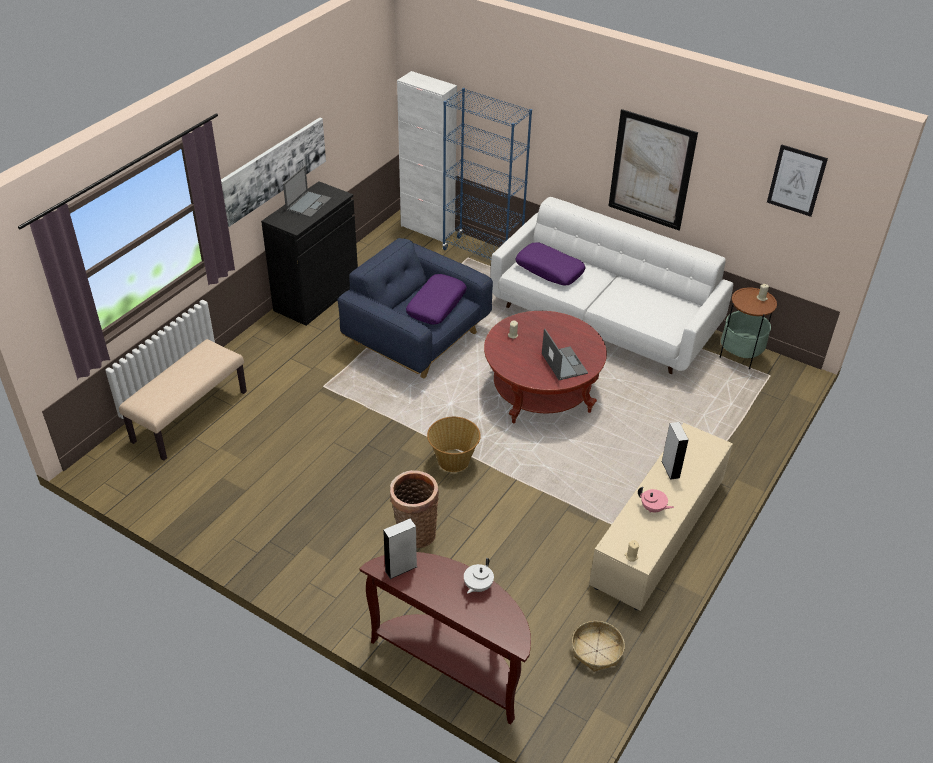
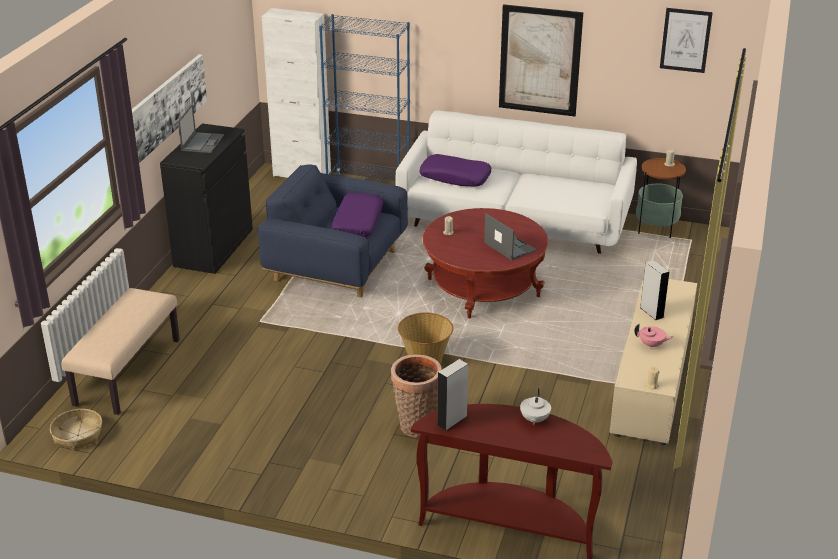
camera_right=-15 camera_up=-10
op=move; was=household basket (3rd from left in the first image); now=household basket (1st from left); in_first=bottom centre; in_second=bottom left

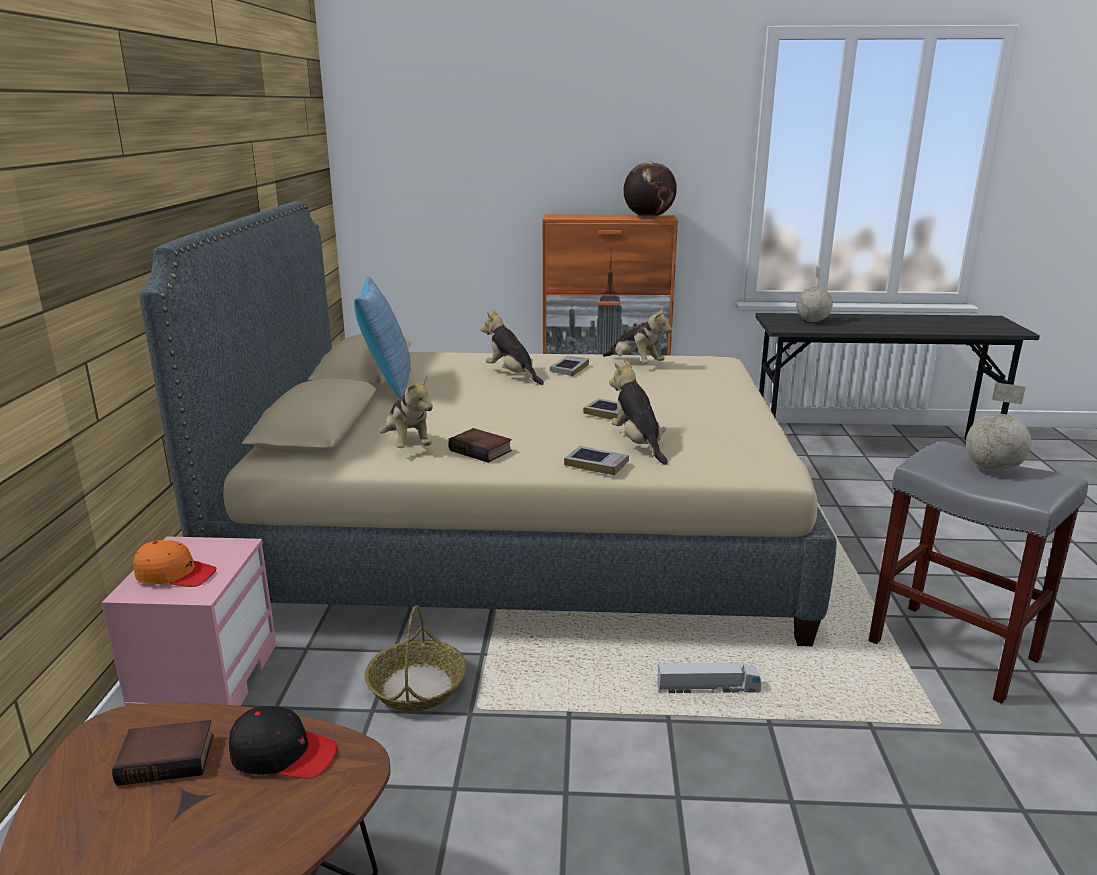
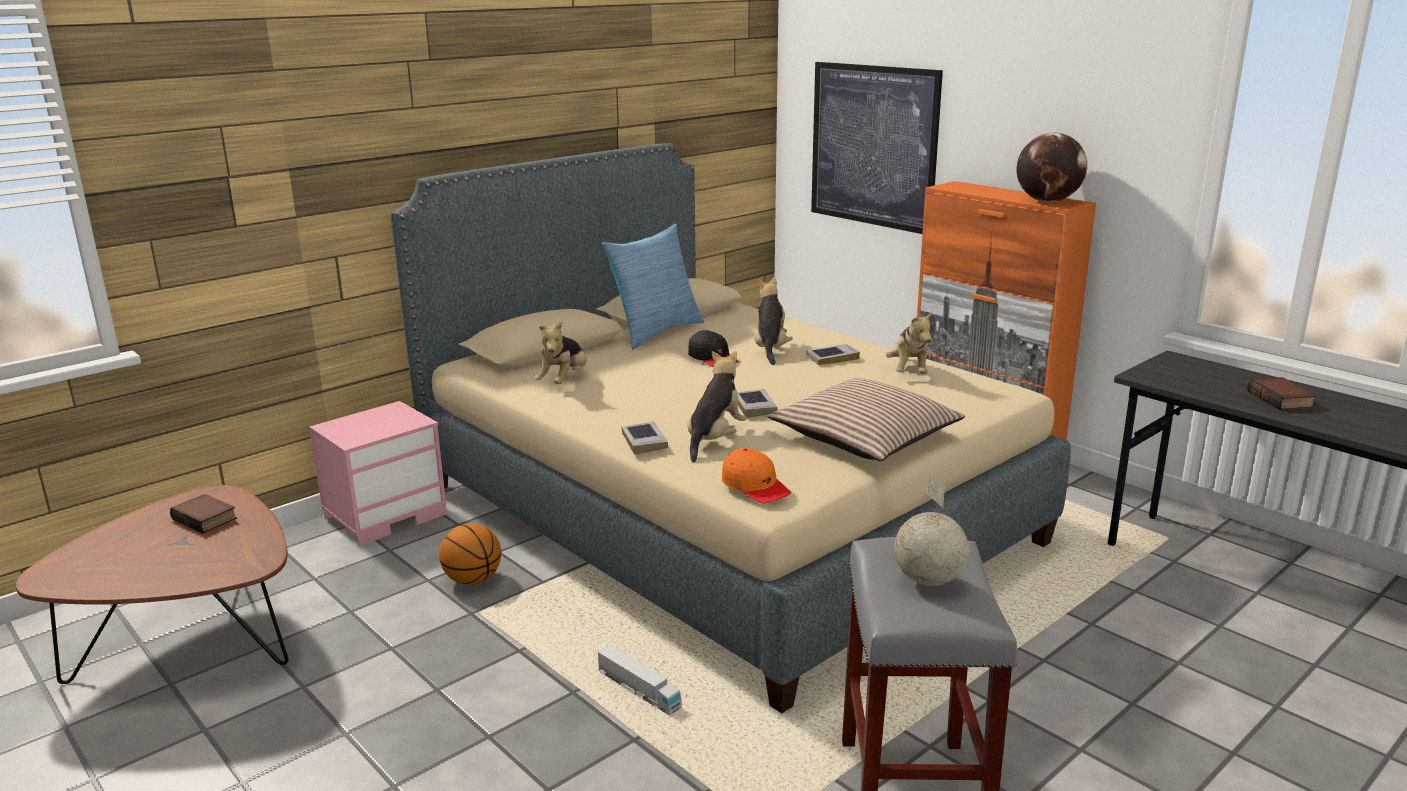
camera_right=45 camera_up=0
op=delete; was=globe (2nd from left); in_first=middle right
op=insert; now=cushion (2nd from left); in_second=centre
op=insert; now=wall art; in_second=top centre
op=move; was=orange-coloured cap; in_first=middle left; in_second=centre
op=move; was=black-coloured cap; in_first=bottom left; in_second=centre
op=move; was=bound book (2nd from left in the first image); now=bound book (5th from left); in_first=centre; in_second=middle right
op=replace; was=household basket; now=basketball; in_first=bottom centre; in_second=bottom centre

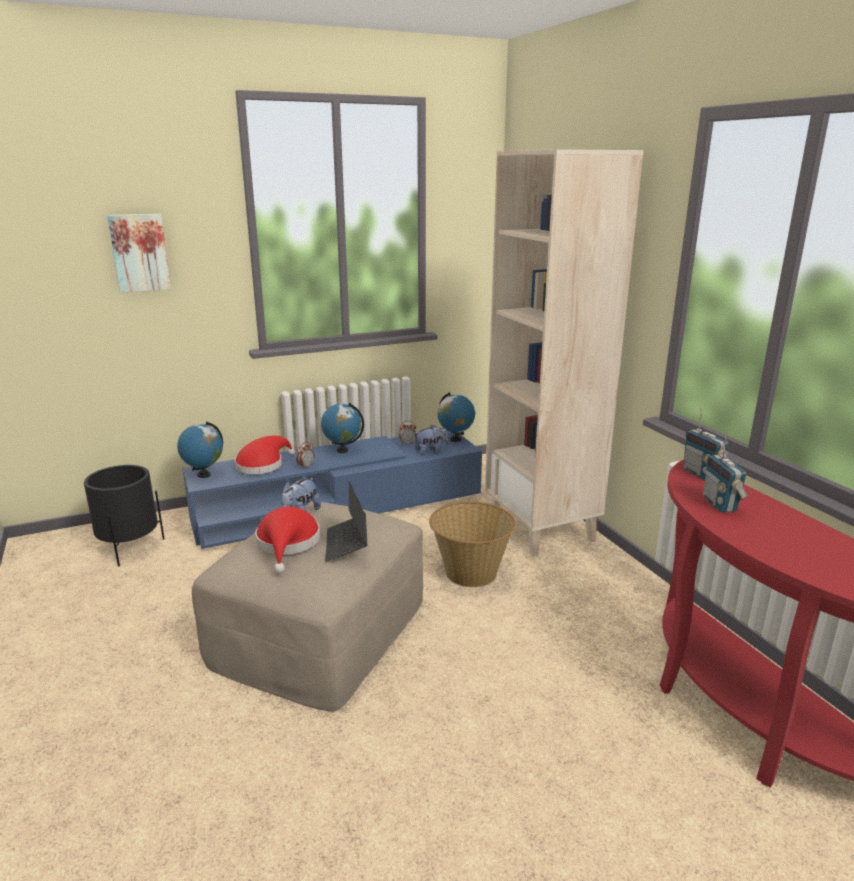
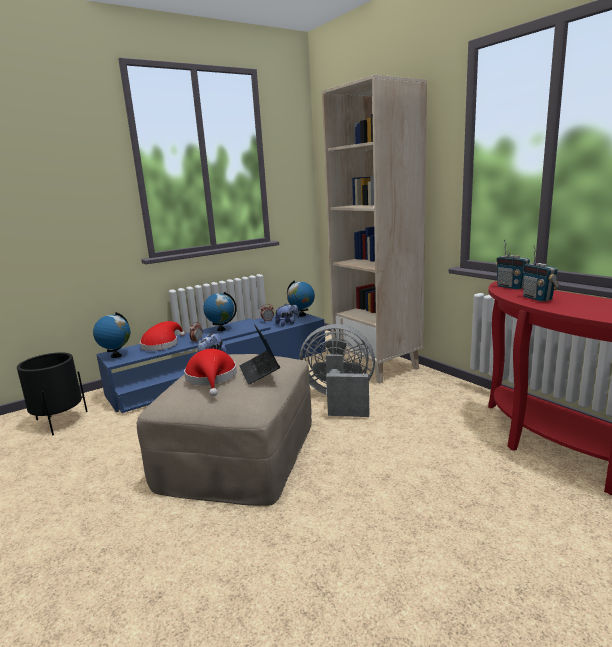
camera_right=-10 camera_up=-5
op=delete; was=wall art; in_first=top left
op=replace; was=household basket; now=greyish fan; in_first=centre; in_second=centre

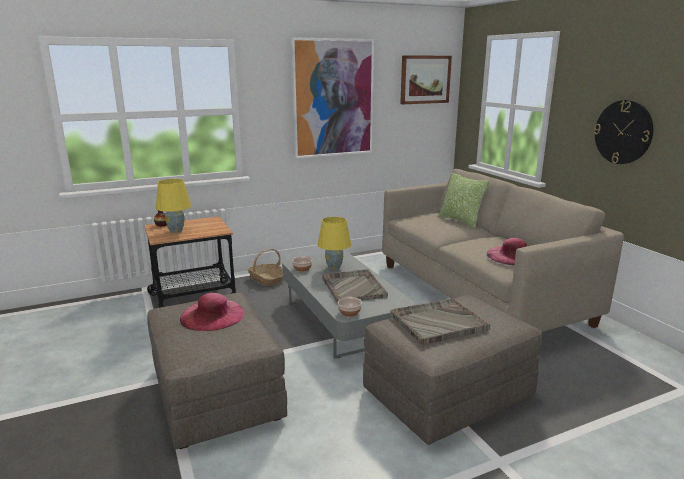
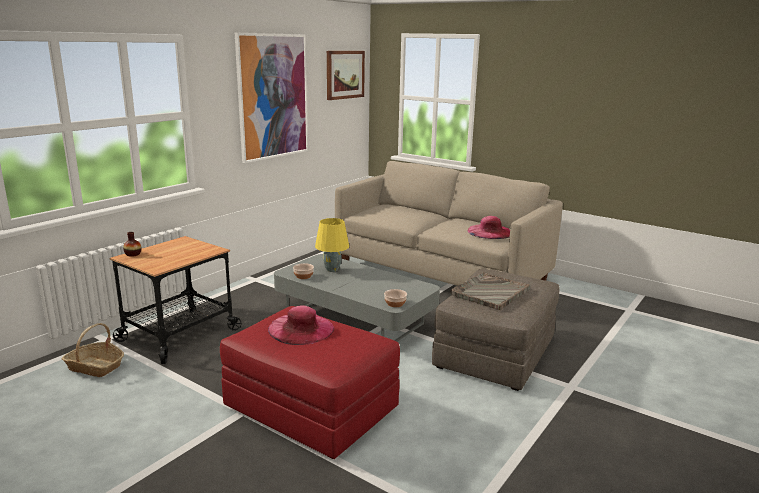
camera_right=-30 camera_up=0
op=delete; was=yellow-coloured lamp for a table (1st from left); in_first=middle left
op=delete; was=greyish tray (1st from left); in_first=centre
op=delete; was=cushion; in_first=middle right
op=delete; was=hanging clock; in_first=top right
op=move; was=household basket; in_first=centre; in_second=bottom left
op=recolor; was=greyish footrest (1st from left); now=red footrest; in_first=bottom left; in_second=bottom centre

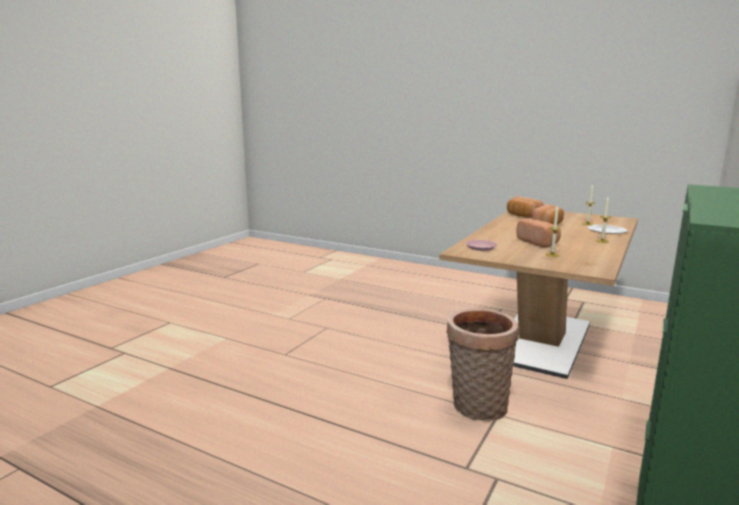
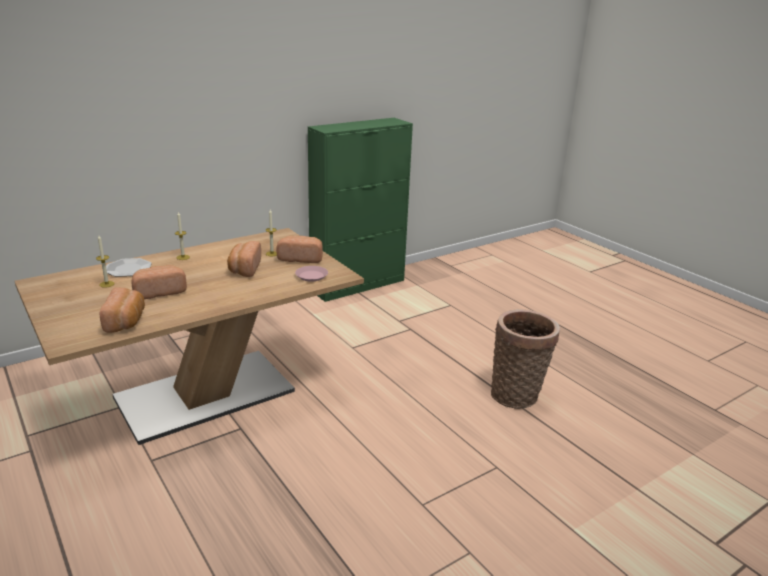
camera_right=-155 camera_up=10
op=insert; now=bakery bread (4th from left); in_second=centre
op=move; was=household basket; in_first=bottom centre; in_second=middle right

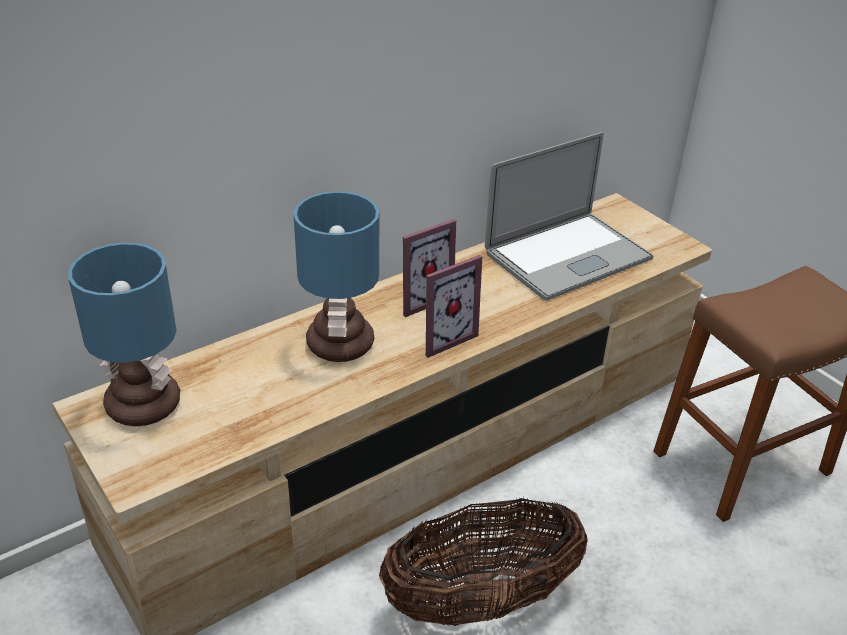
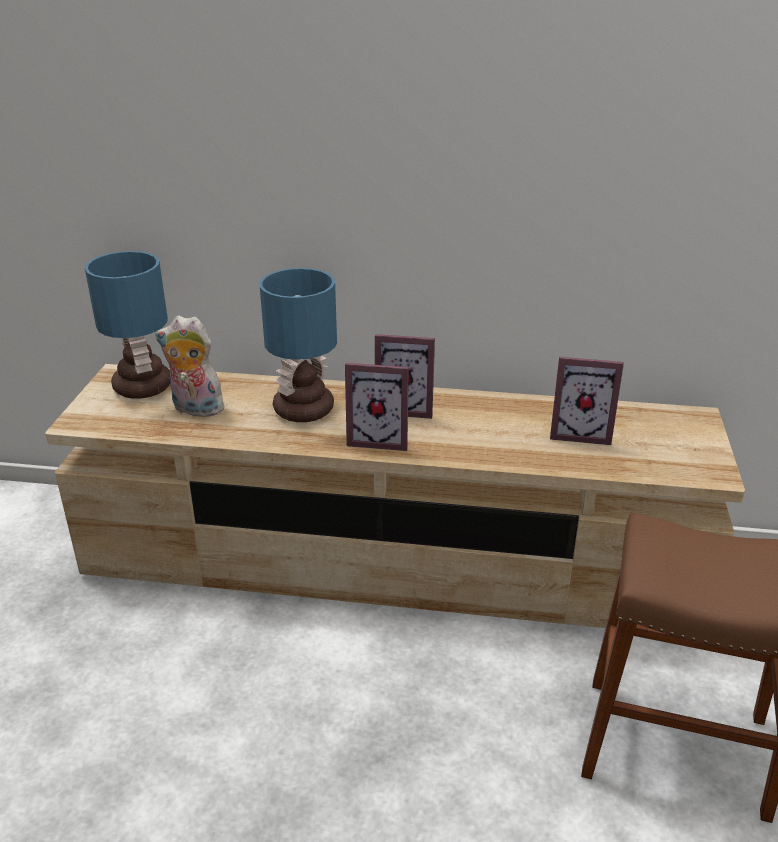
camera_right=45 camera_up=-5
op=delete; was=household basket; in_first=bottom centre
op=insert; now=cuddly toy; in_second=middle left
op=replace; was=notebook computer; now=standing frame (3rd from left); in_first=middle right; in_second=middle right

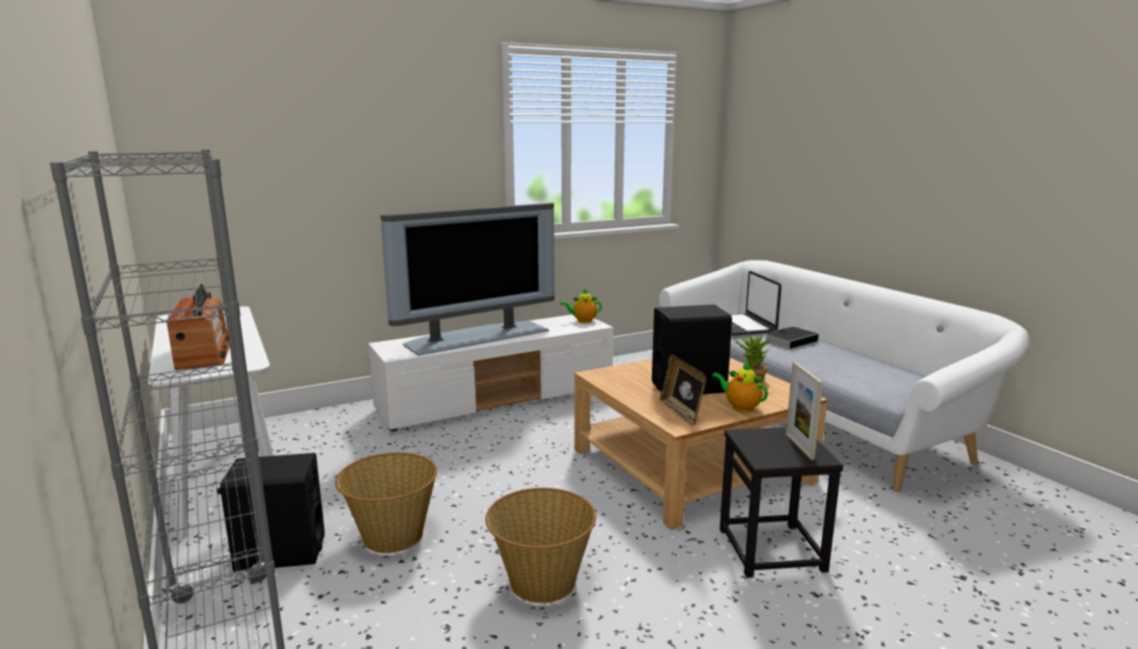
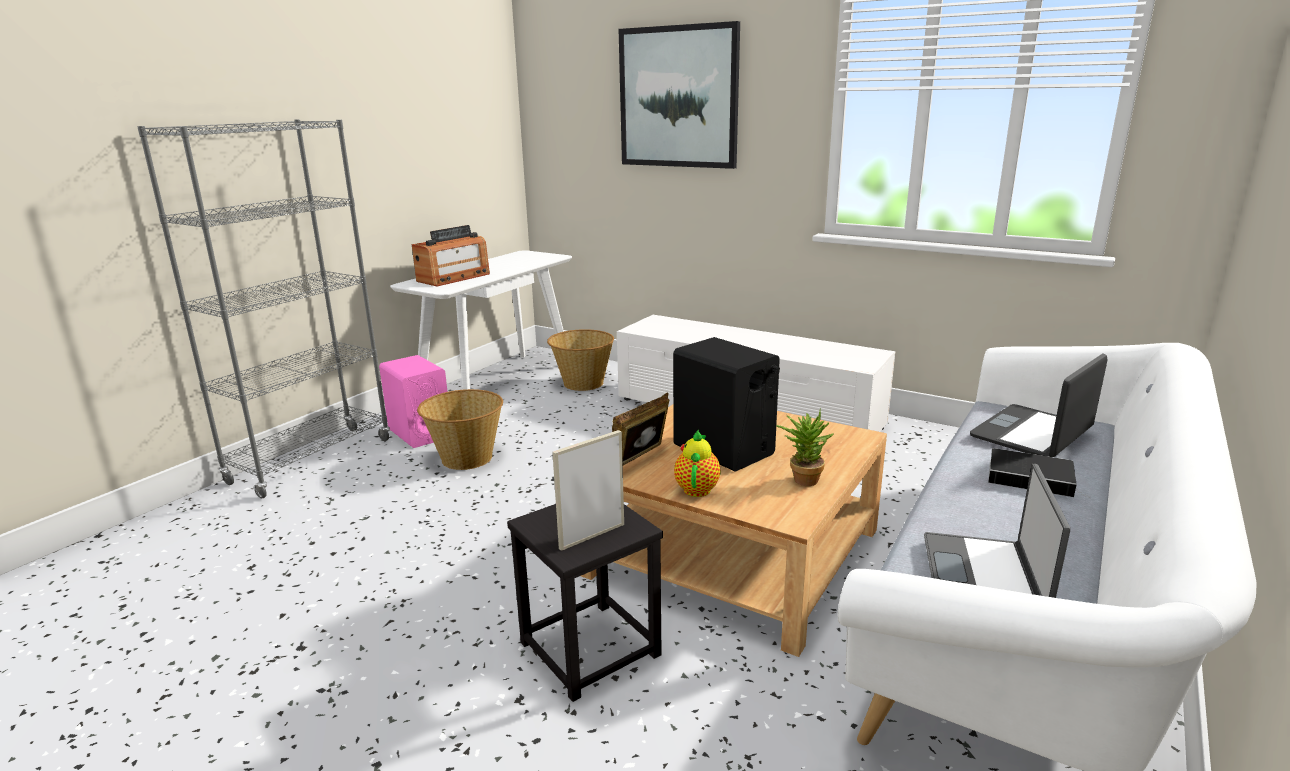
camera_right=60 camera_up=5
op=delete; was=TV set; in_first=centre
op=delete; was=tea pot (1st from left); in_first=centre
op=insert; now=wall art; in_second=top centre
op=insert; now=notebook computer (1st from left); in_second=bottom right
op=move; was=household basket (2nd from left); in_first=bottom centre; in_second=centre
op=recolor; was=black-coloured audio speaker (1st from left); now=pinkish audio speaker; in_first=bottom left; in_second=middle left

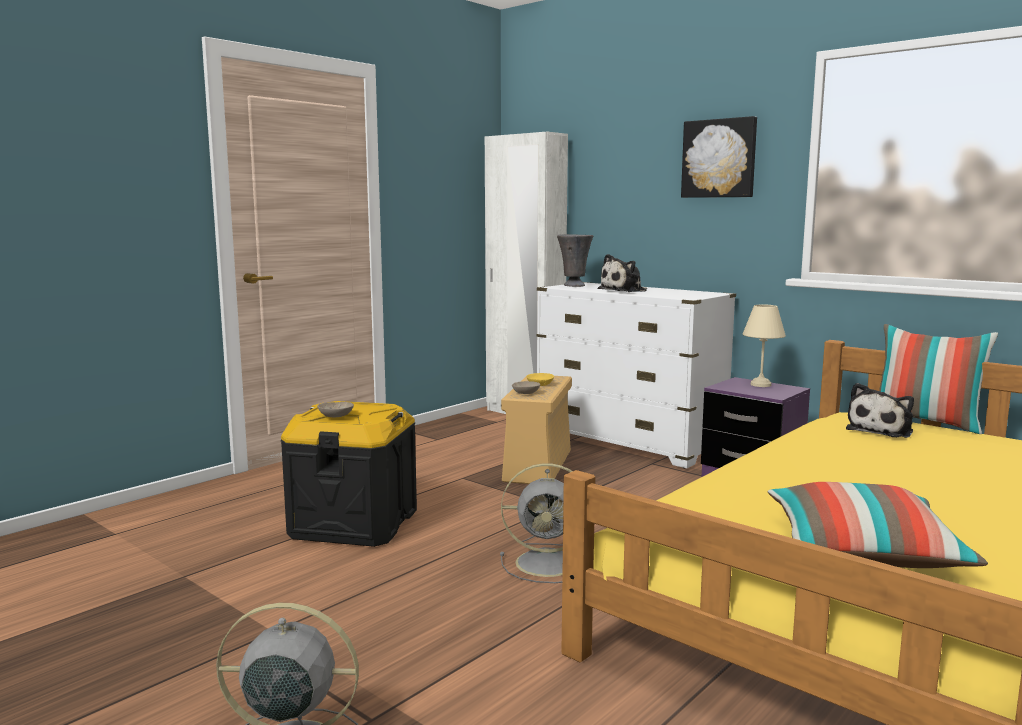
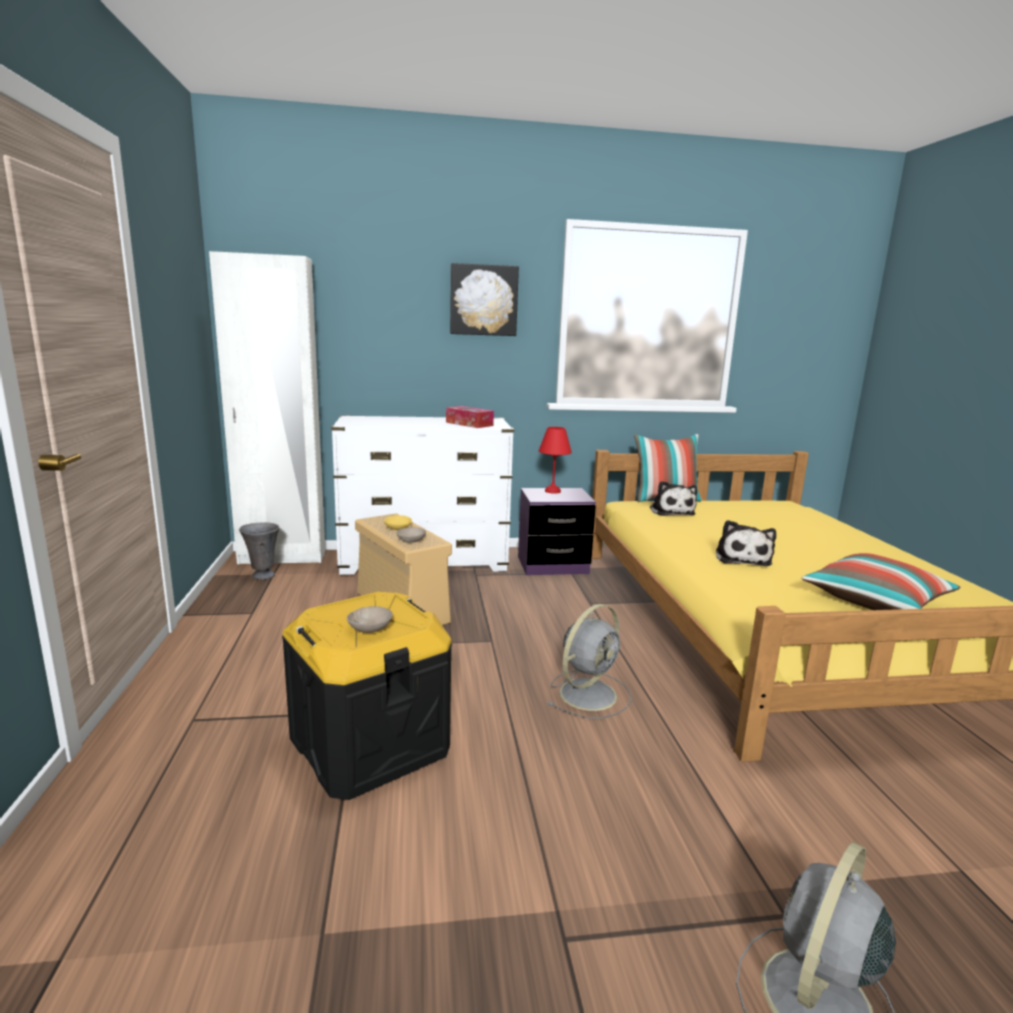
camera_right=-50 camera_up=5
op=insert; now=tissue holder; in_second=centre
op=move; was=greyish vase; in_first=centre; in_second=middle left
op=move; was=cuddly toy (1st from left in the first image); now=cuddly toy (2nd from left); in_first=centre; in_second=middle right
op=recolor; was=beige lamp for a table; now=red lamp for a table; in_first=middle right; in_second=centre

